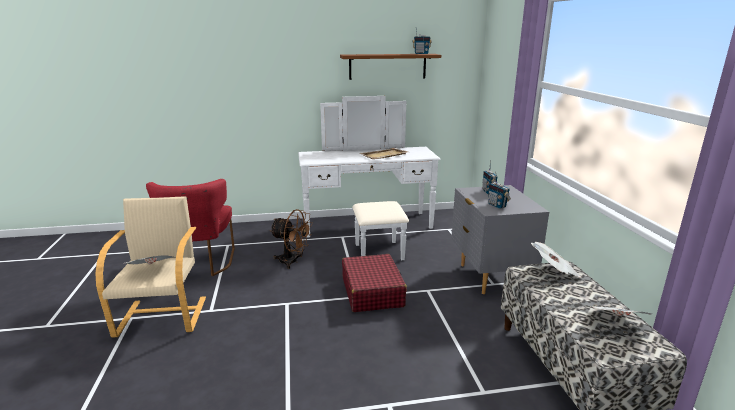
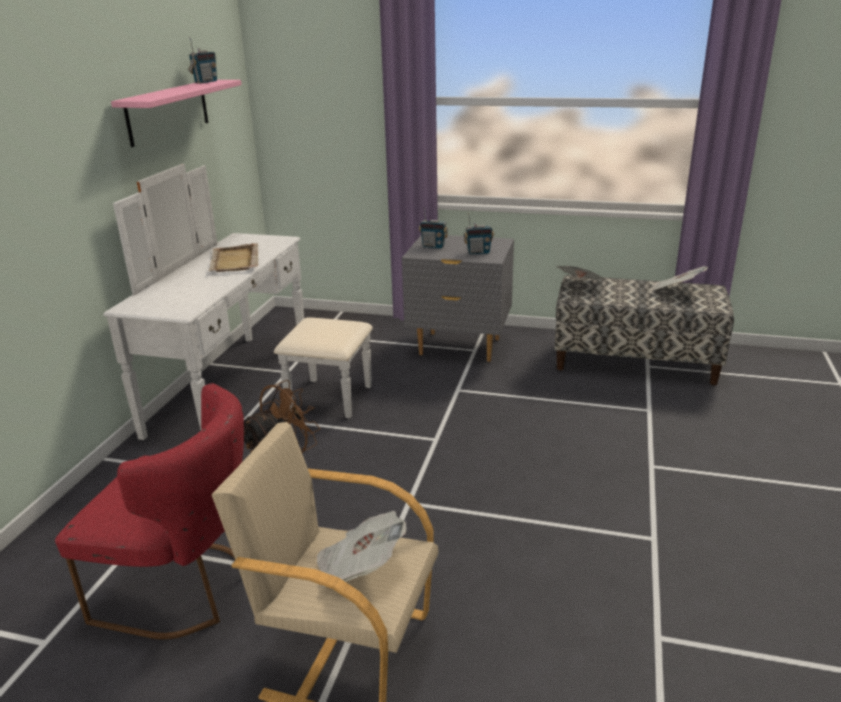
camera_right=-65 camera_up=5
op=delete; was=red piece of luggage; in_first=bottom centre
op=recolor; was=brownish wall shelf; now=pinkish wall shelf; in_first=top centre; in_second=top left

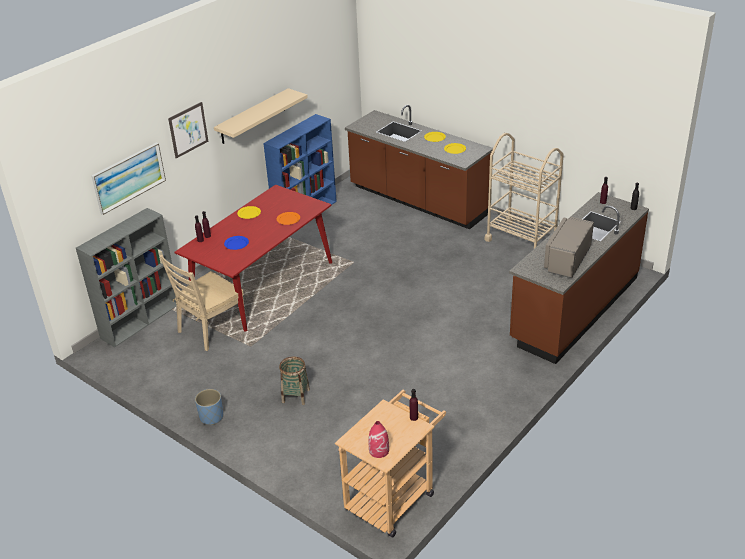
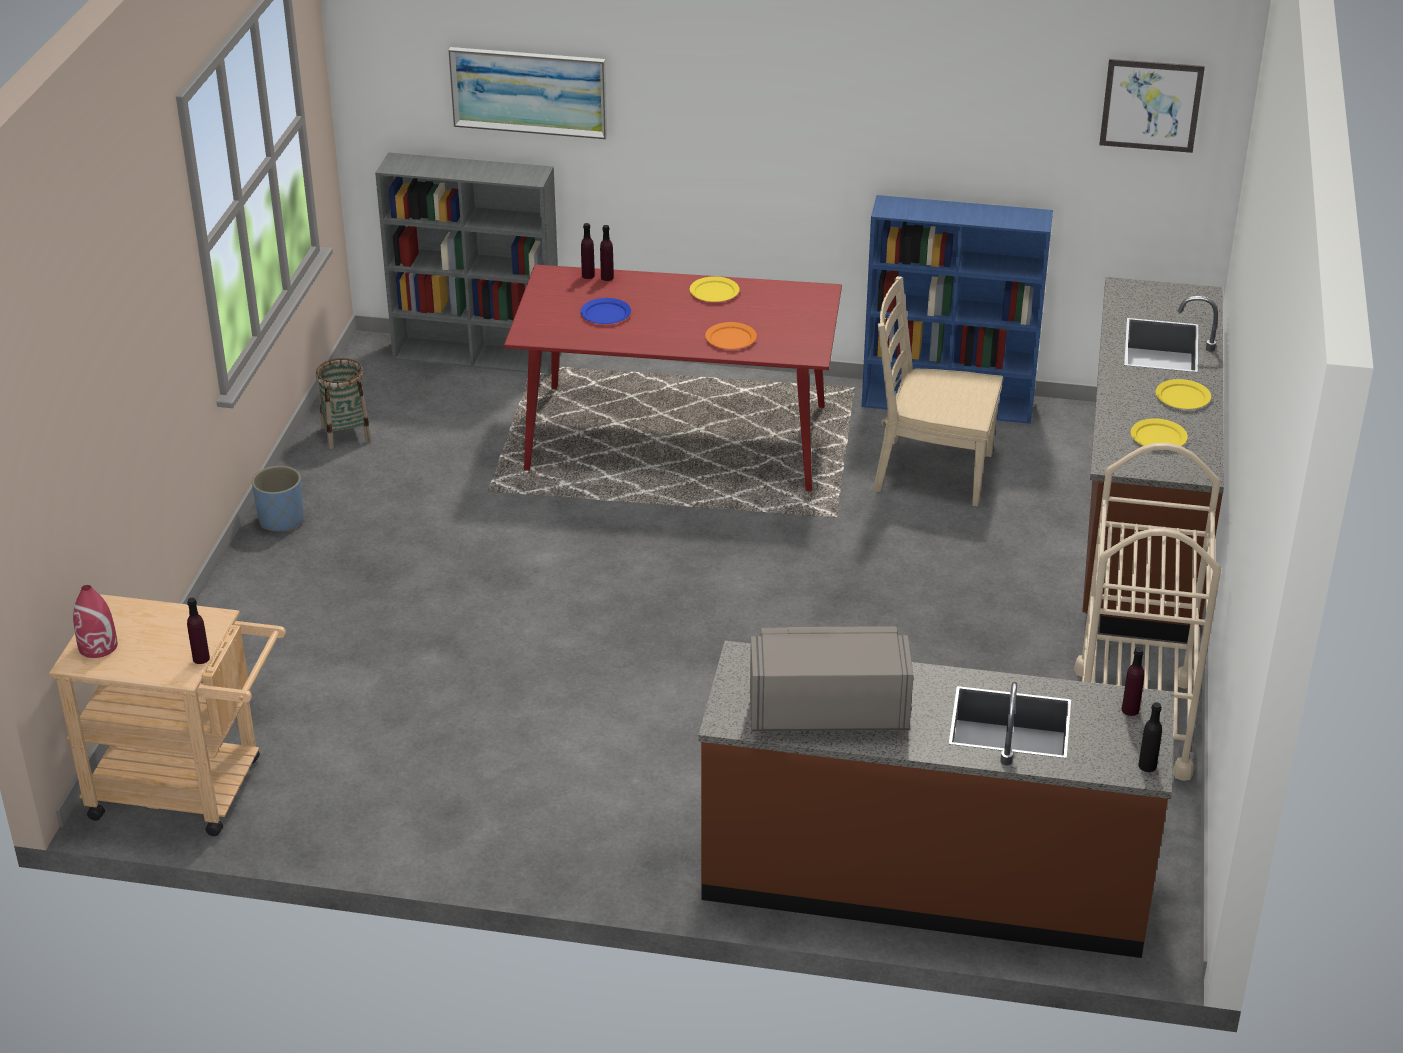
camera_right=60 camera_up=0
op=delete; was=beige wall shelf; in_first=top centre
op=move; was=beige plain chair; in_first=middle left; in_second=middle right
op=move; was=wall art (2nd from left); in_first=top left; in_second=top right
op=move; was=household basket; in_first=bottom centre; in_second=middle left

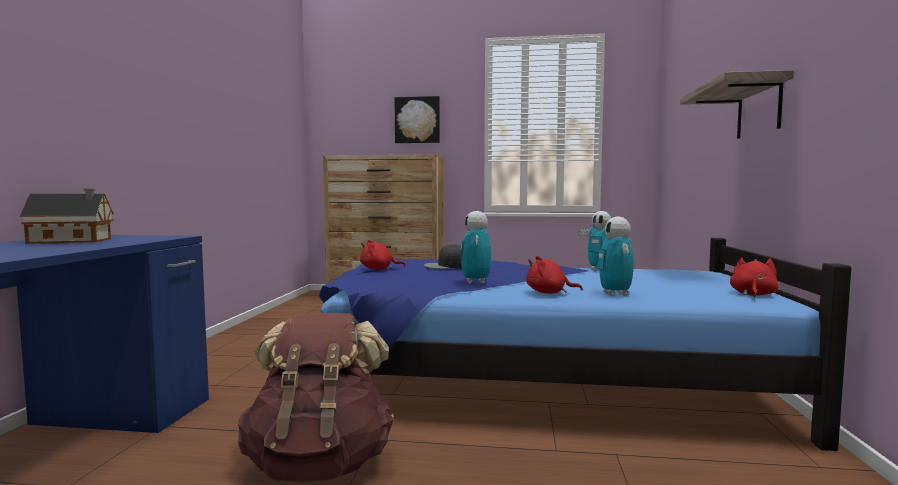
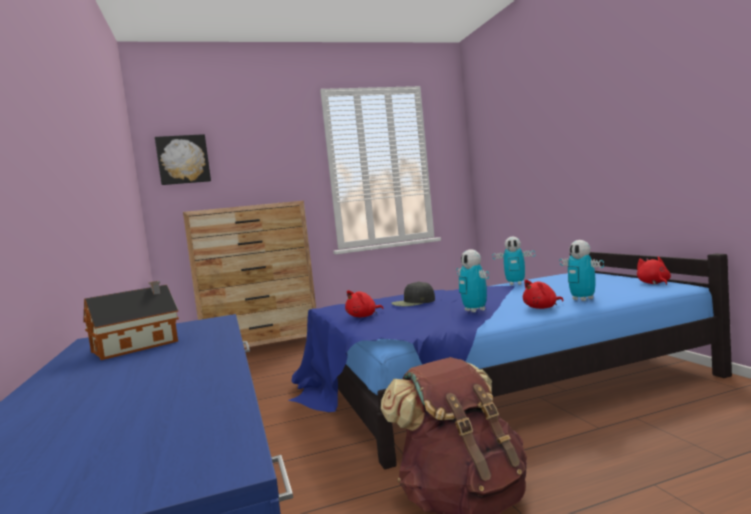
camera_right=-25 camera_up=0
op=delete; was=wall shelf; in_first=top right
op=move; was=wall art; in_first=top centre; in_second=top left

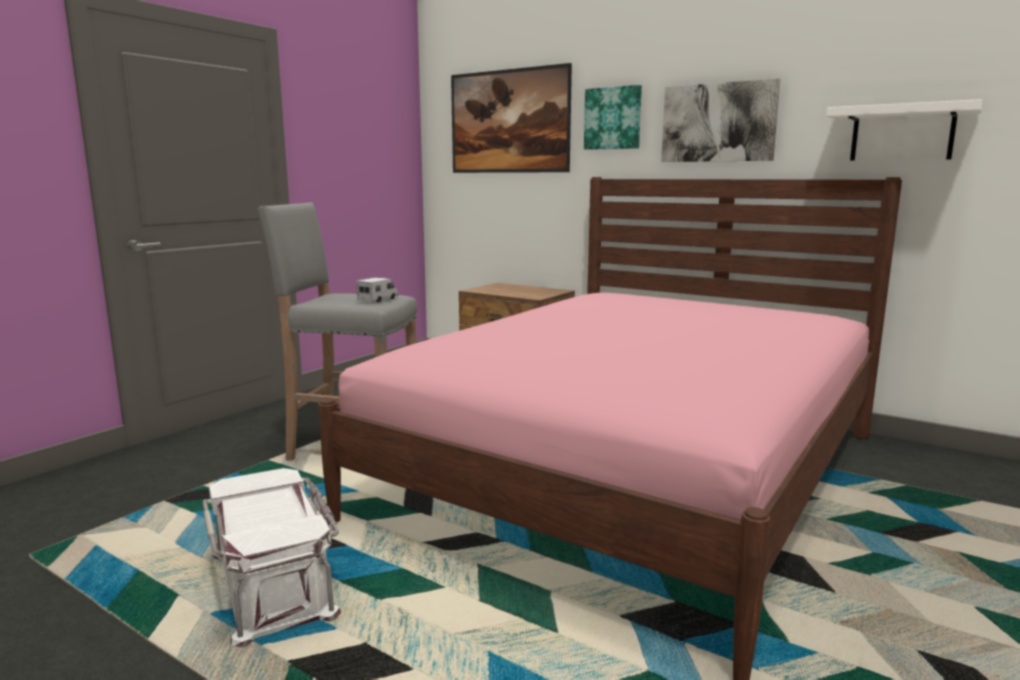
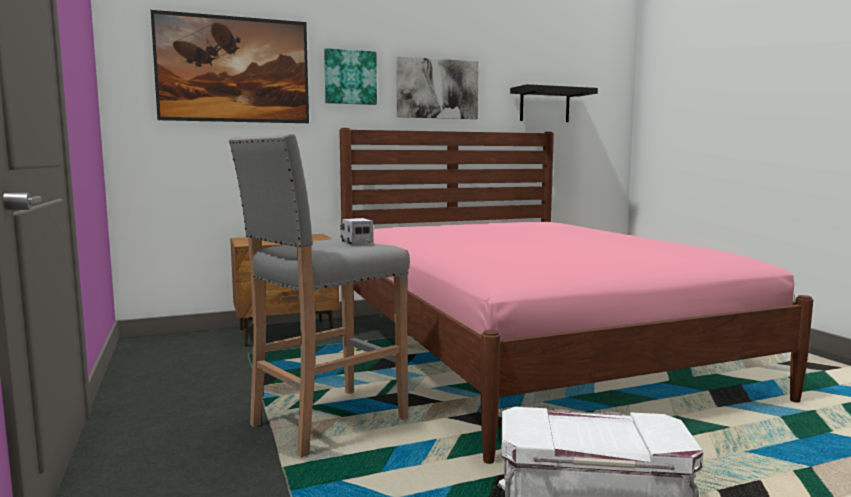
camera_right=-55 camera_up=-5
op=recolor; was=white wall shelf; now=black-coloured wall shelf; in_first=top right; in_second=top centre

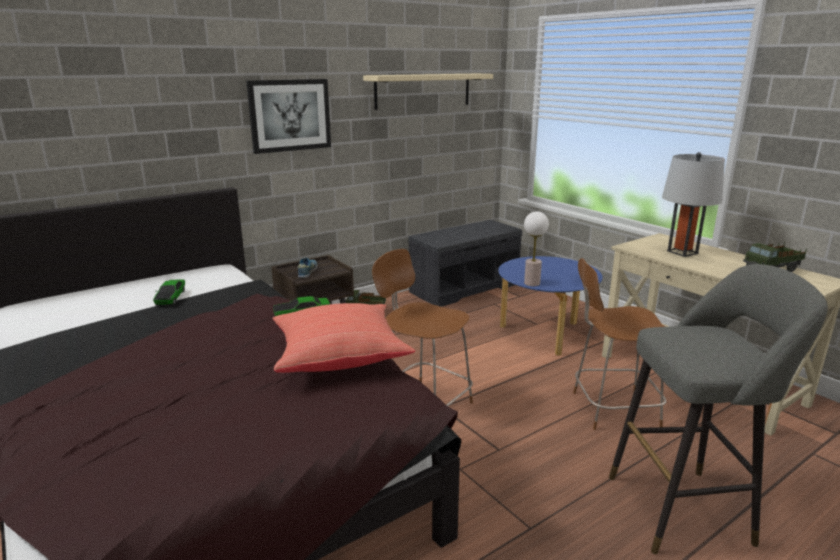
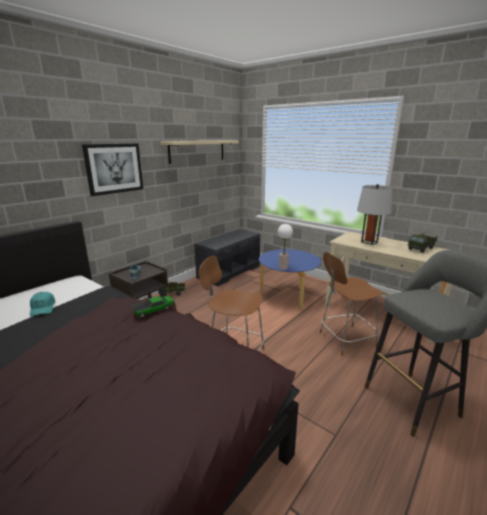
camera_right=-15 camera_up=0
op=delete; was=red cushion; in_first=centre
op=replace; was=miniature car (1st from left); now=turquoise-coloured cap; in_first=middle left; in_second=middle left

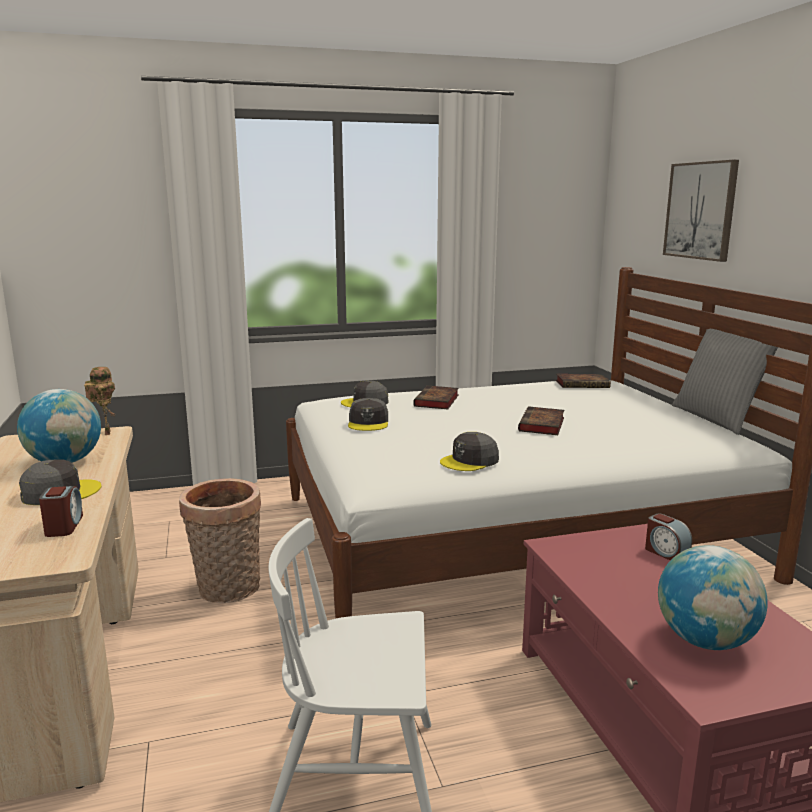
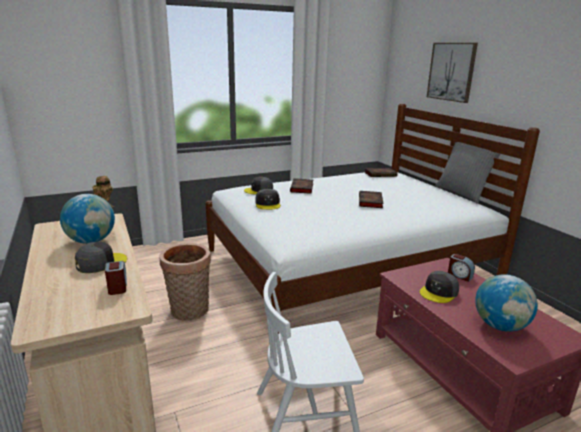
camera_right=-10 camera_up=5
op=move; was=greyish cap (4th from left); in_first=centre; in_second=middle right

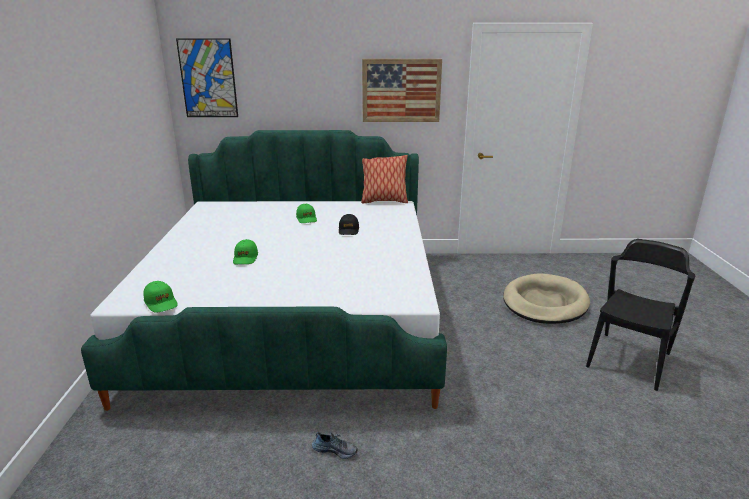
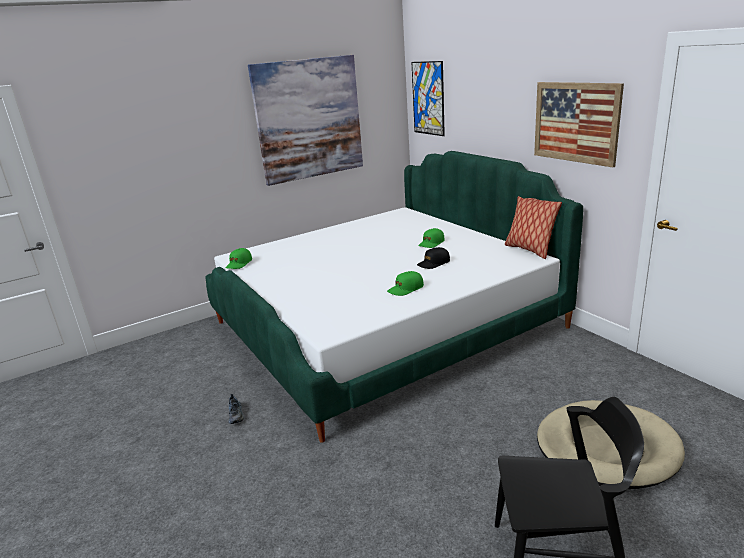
camera_right=60 camera_up=0
op=insert; now=wall art (1st from left); in_second=top centre
op=move; was=green-coloured cap (2nd from left); in_first=middle left; in_second=centre

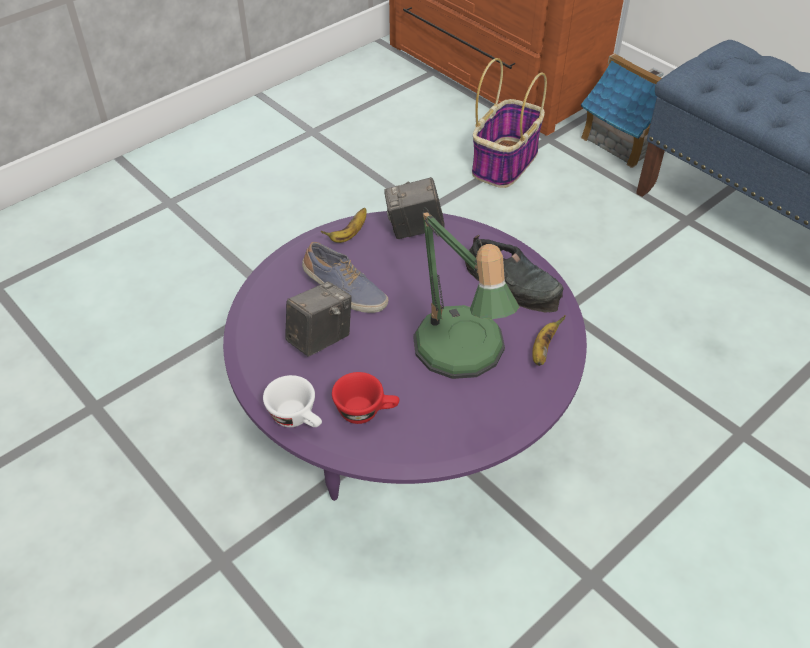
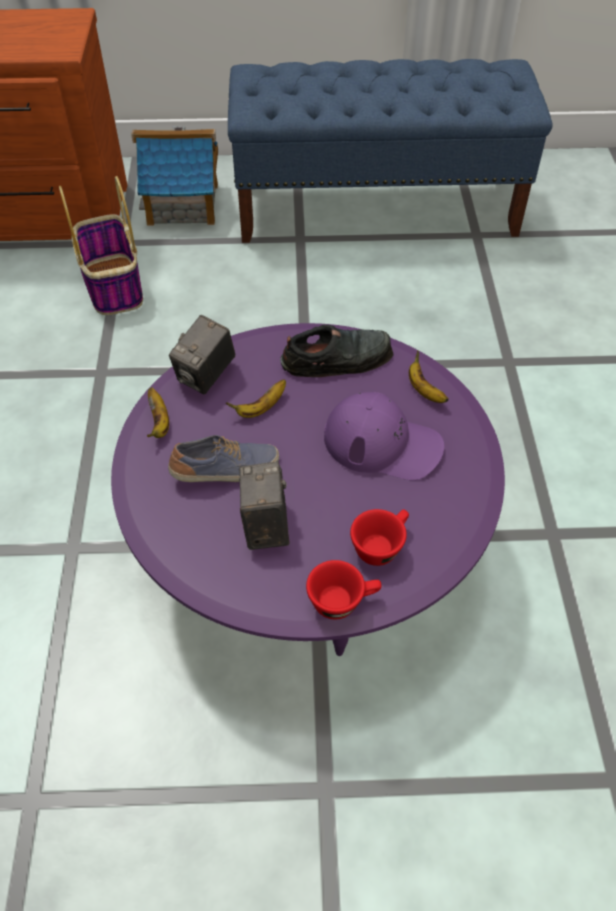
camera_right=-50 camera_up=5
op=insert; now=whole banana (2nd from left); in_second=centre
op=replace; was=lamp for a table; now=purple cap; in_first=centre; in_second=centre
op=recolor; was=white cup; now=red cup (1st from left); in_first=centre; in_second=centre

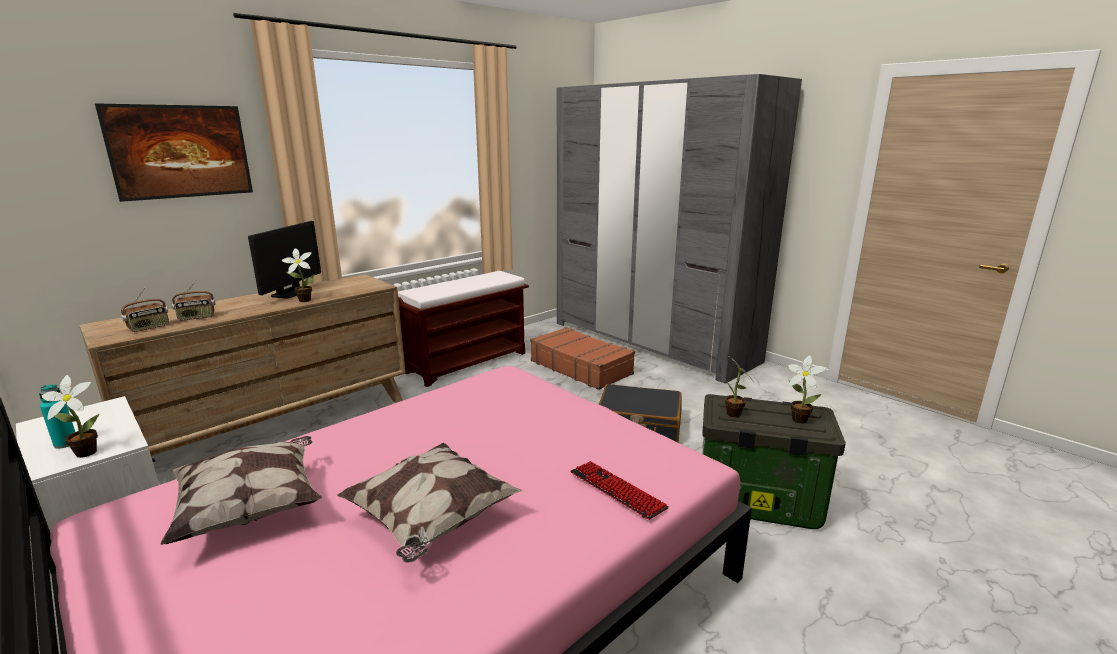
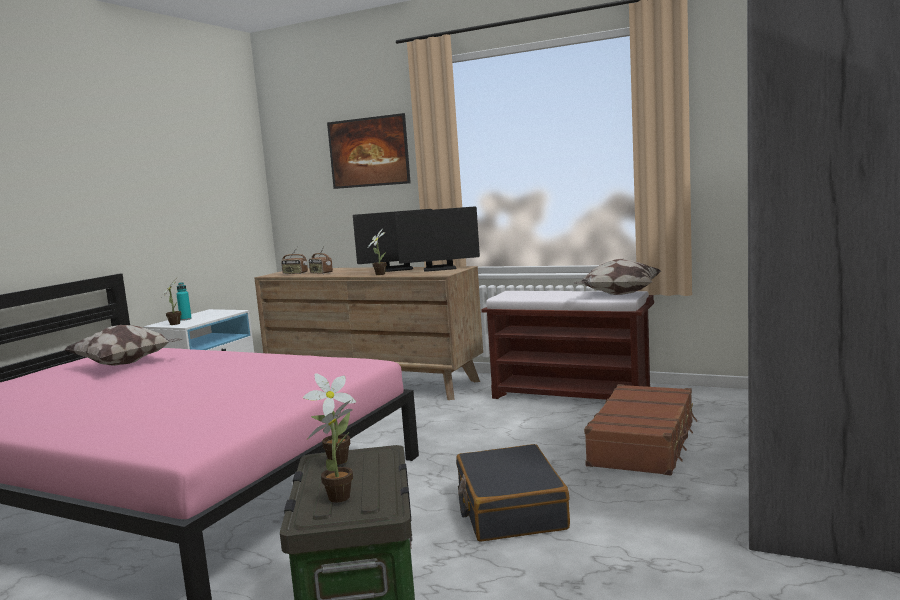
camera_right=70 camera_up=-10
op=delete; was=PC keyboard; in_first=bottom centre
op=insert; now=computer display (2nd from left); in_second=centre
op=move; was=cushion (2nd from left); in_first=bottom centre; in_second=middle right

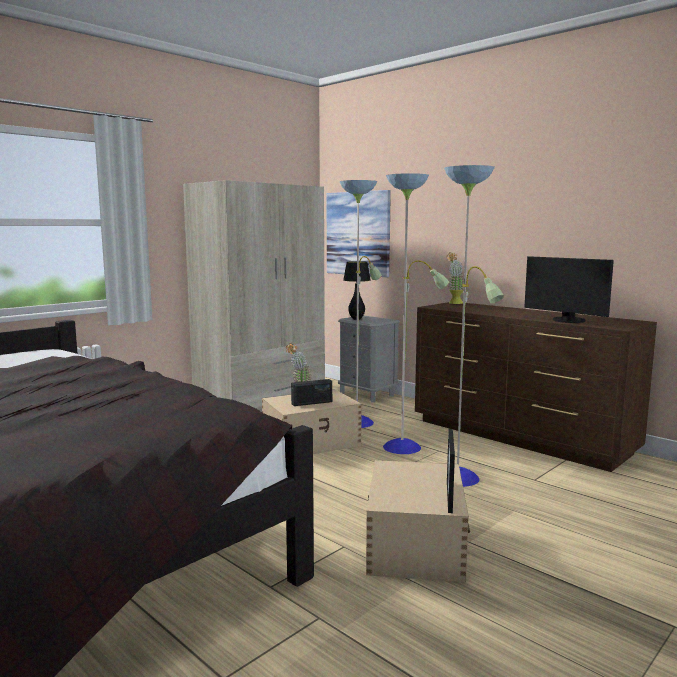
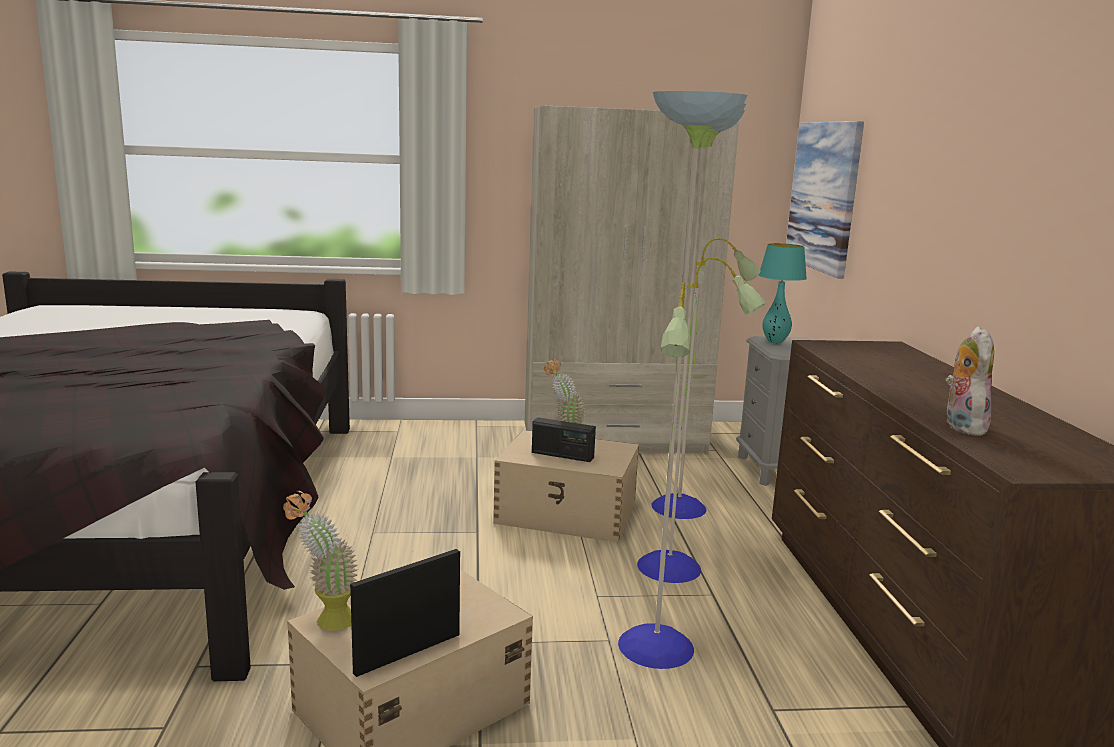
camera_right=40 camera_up=5
op=move; was=houseplant (2nd from left in the first image); now=houseplant (1st from left); in_first=middle right; in_second=bottom left
op=replace; was=computer display; now=cuddly toy; in_first=middle right; in_second=middle right
op=recolor; was=black-coloured lamp for a table; now=turquoise-coloured lamp for a table; in_first=centre; in_second=middle right

